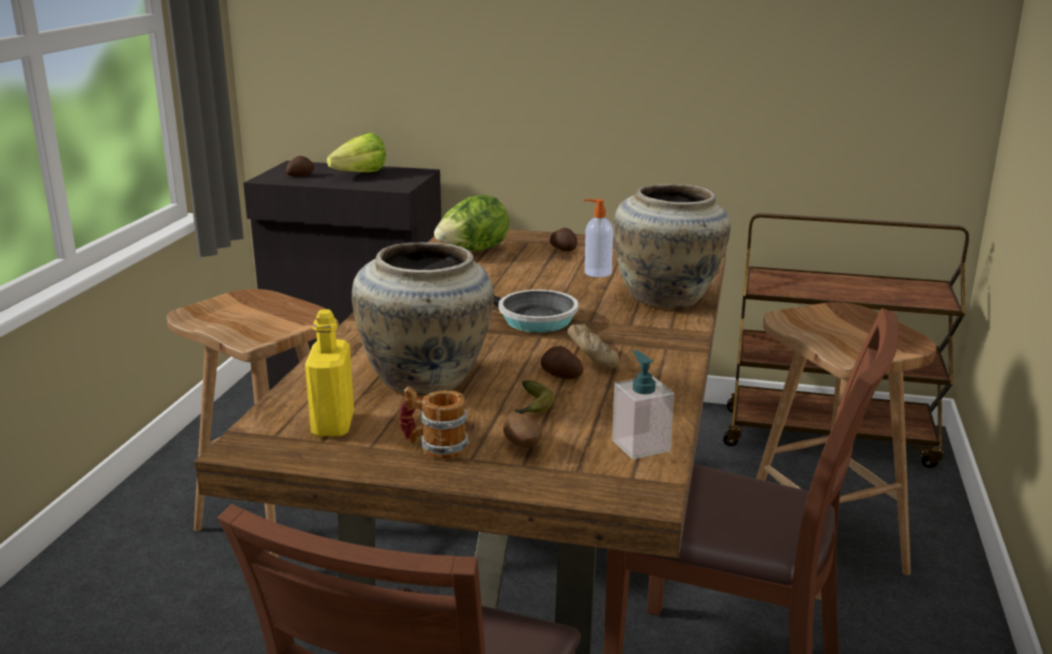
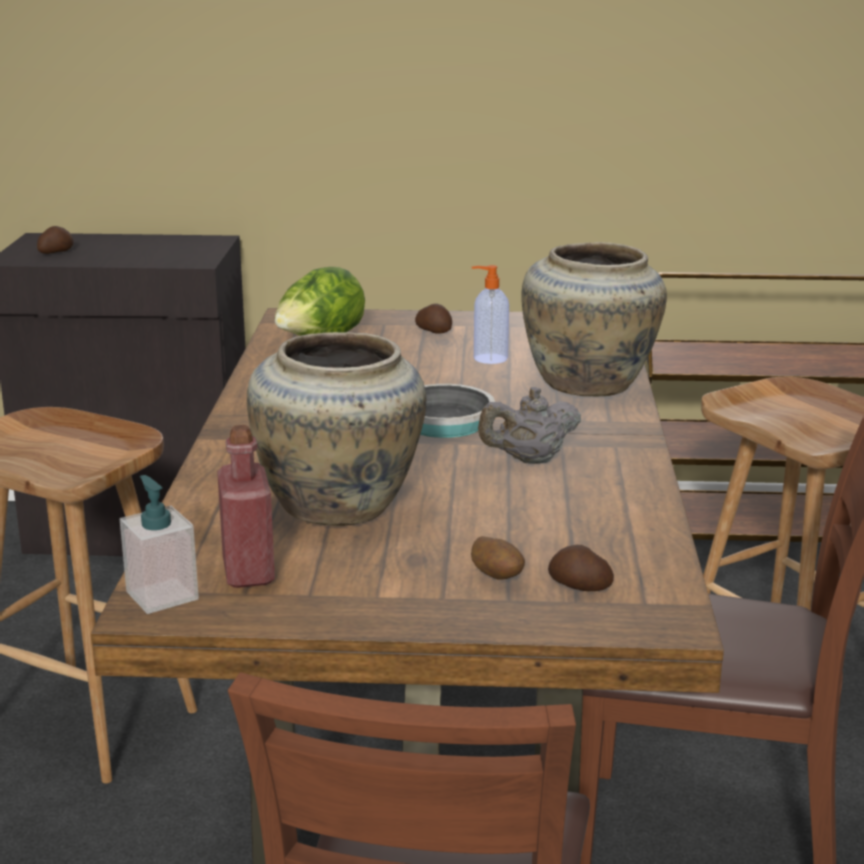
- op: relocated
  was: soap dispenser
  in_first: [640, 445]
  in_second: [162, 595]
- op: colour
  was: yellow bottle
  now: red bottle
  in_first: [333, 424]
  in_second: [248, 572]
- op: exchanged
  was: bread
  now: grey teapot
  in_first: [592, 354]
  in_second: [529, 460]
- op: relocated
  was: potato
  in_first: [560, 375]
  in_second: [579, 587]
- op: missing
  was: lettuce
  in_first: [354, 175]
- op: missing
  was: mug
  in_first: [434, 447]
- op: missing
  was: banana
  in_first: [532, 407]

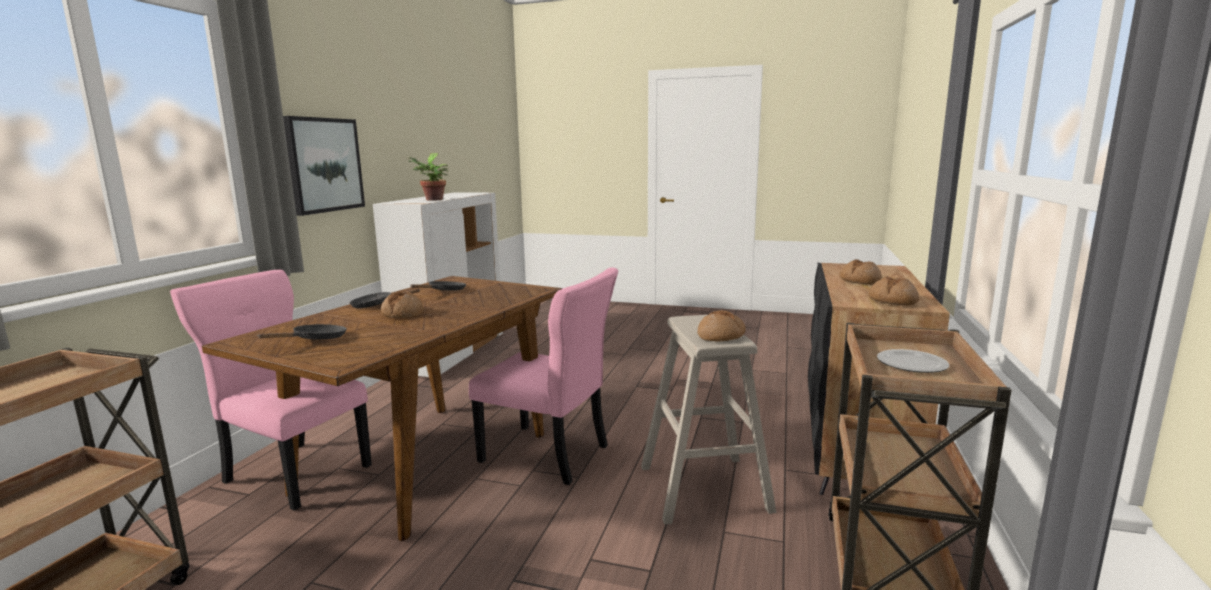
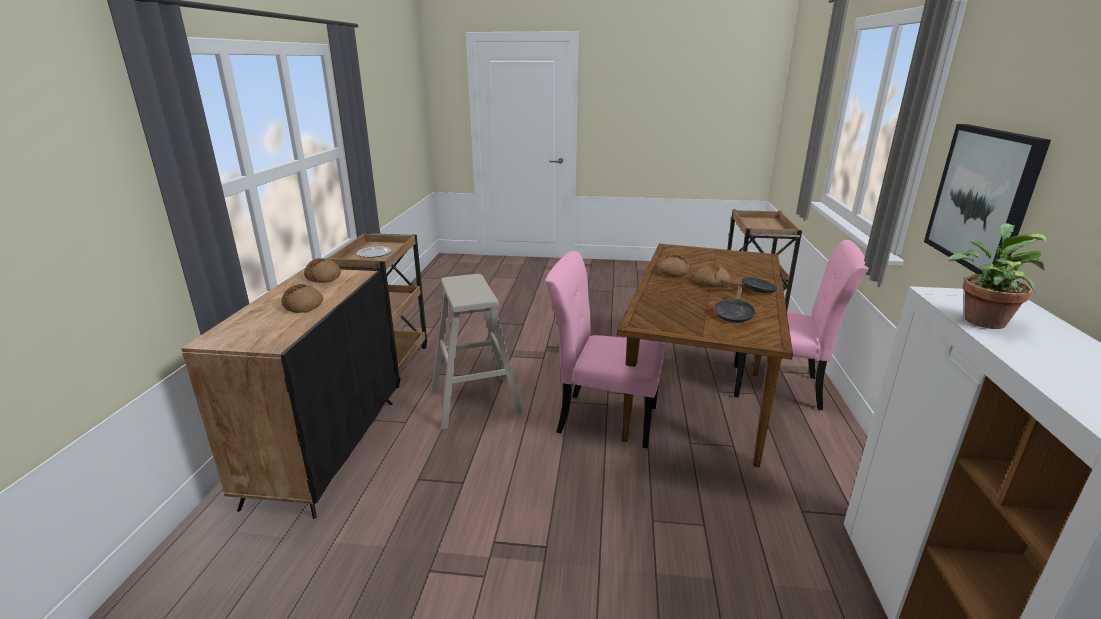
- op: relocated
  was: bread
  in_first: [721, 336]
  in_second: [673, 271]
- op: missing
  was: black frying pan
  in_first: [315, 340]

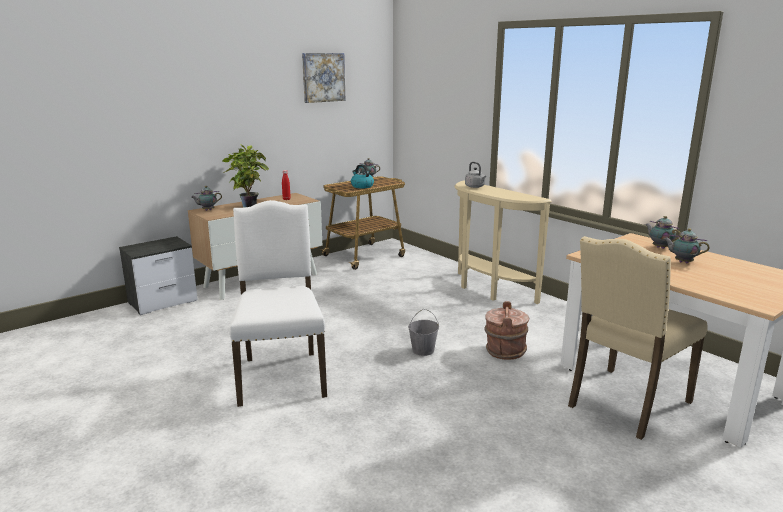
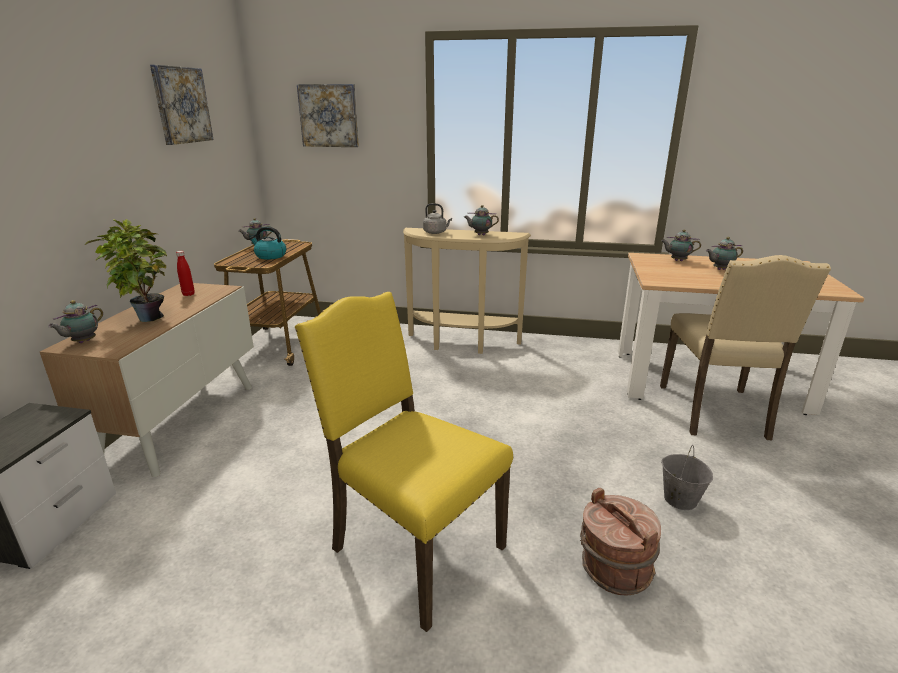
- op: colour
  was: white chair
  now: yellow chair
  in_first: [281, 375]
  in_second: [412, 548]
- op: appeared
  now: picture
  in_second: [329, 116]
- op: appeared
  now: teapot
  in_second: [480, 235]
- op: relocated
  was: brown bucket
  in_first: [504, 351]
  in_second: [614, 570]
- op: relocated
  was: grey bucket
  in_first: [423, 350]
  in_second: [679, 499]

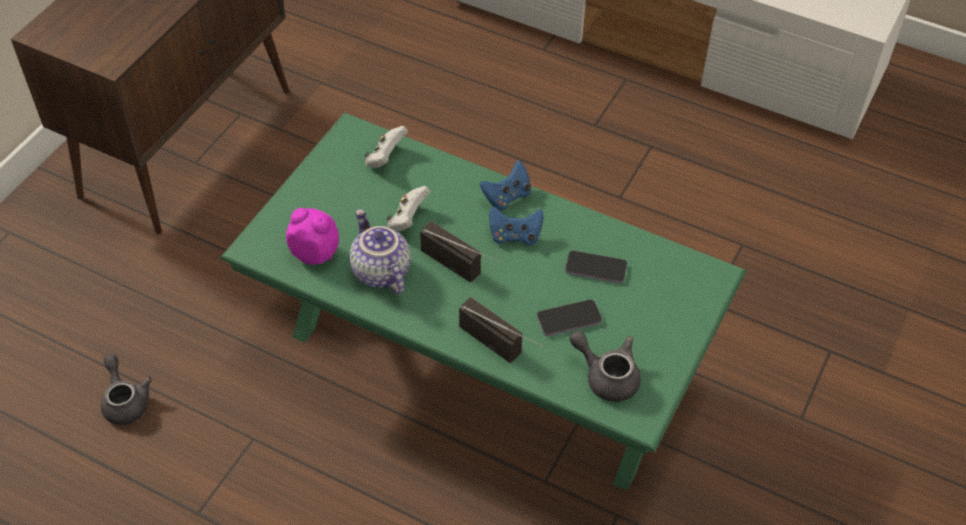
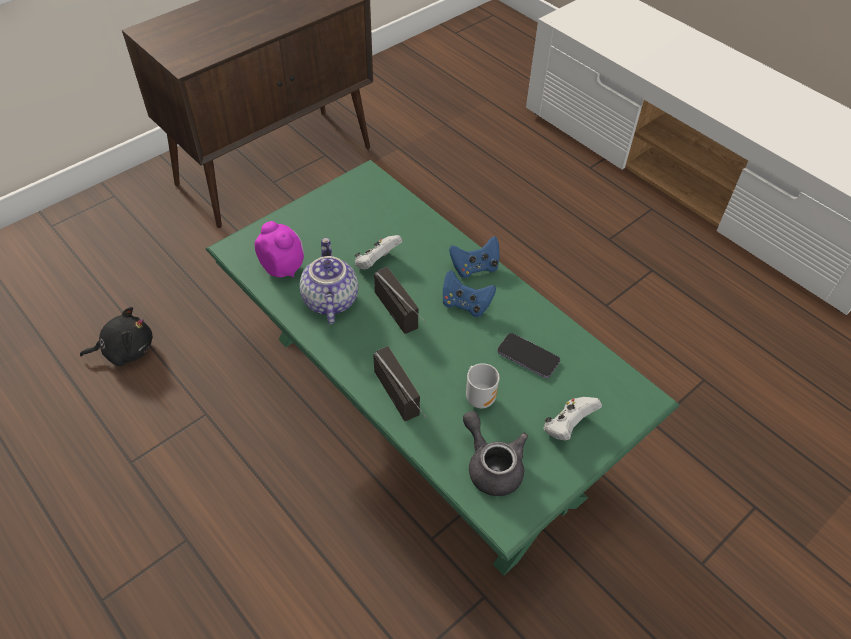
- op: exchanged
  was: grey teapot
  now: black plush toy
  in_first: [125, 401]
  in_second: [126, 350]
- op: exchanged
  was: phone
  now: mug
  in_first: [569, 319]
  in_second: [480, 397]
- op: relocated
  was: white game controller
  in_first: [385, 158]
  in_second: [567, 426]

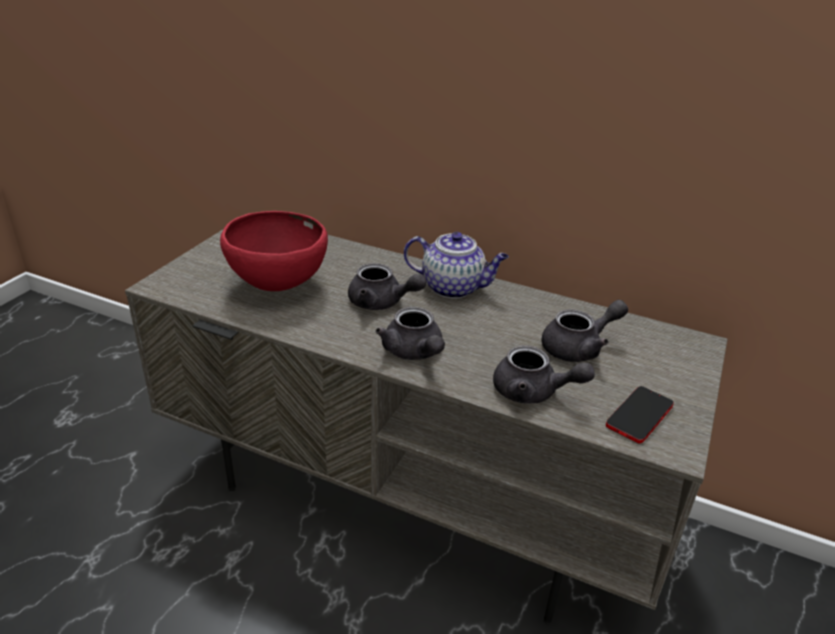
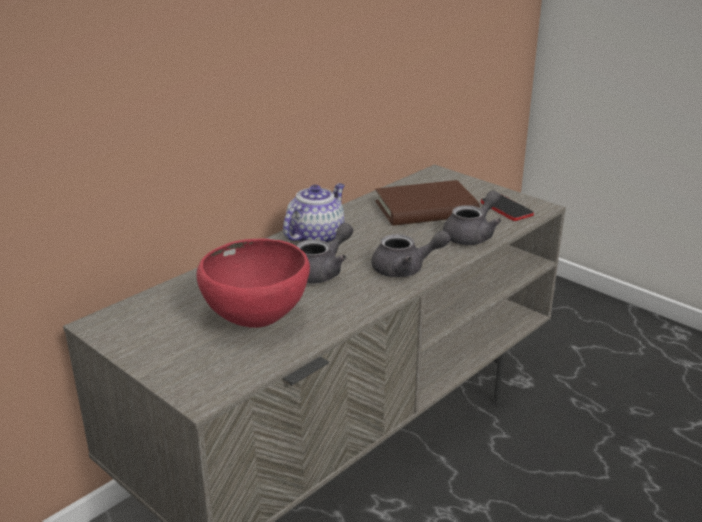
- op: exchanged
  was: grey teapot
  now: brown book
  in_first: [579, 348]
  in_second: [426, 209]

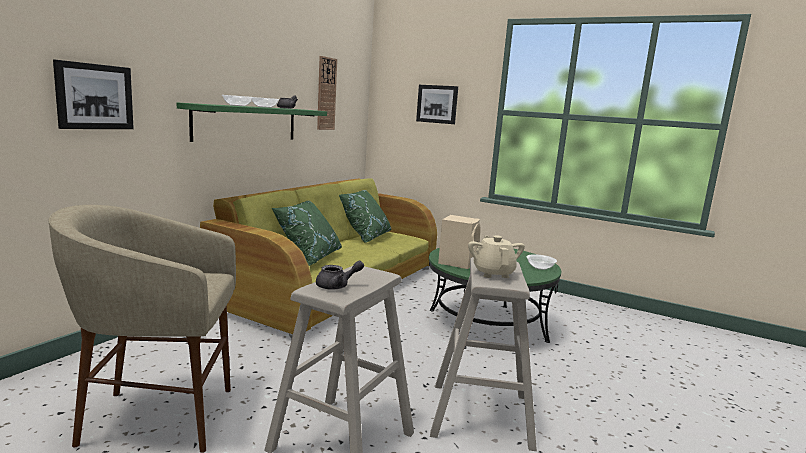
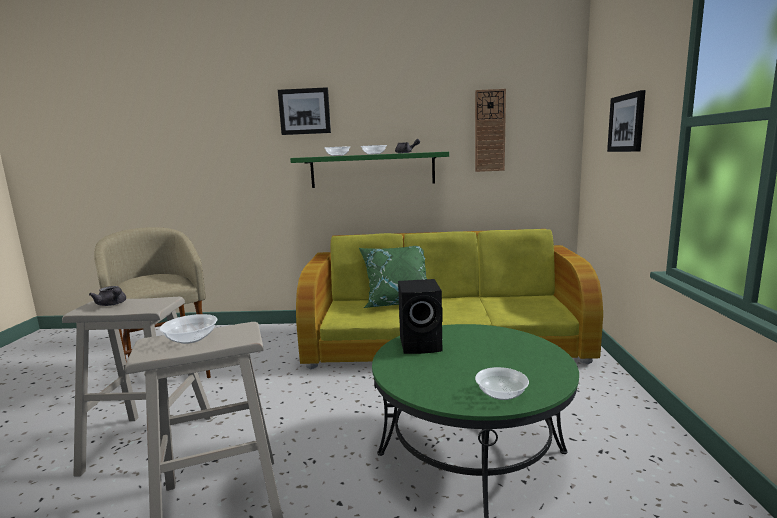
- op: exchanged
  was: beige teapot
  now: bowl
  in_first: [493, 273]
  in_second: [191, 339]
- op: relocated
  was: picture
  in_first: [94, 96]
  in_second: [304, 111]
- op: colour
  was: beige speaker
  now: black speaker
  in_first: [457, 263]
  in_second: [422, 344]
- op: missing
  was: green pillow
  in_first: [364, 237]

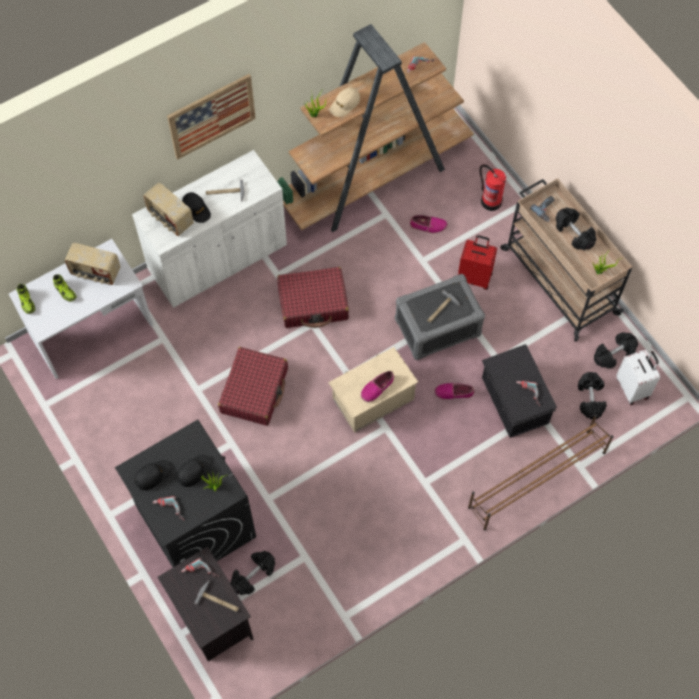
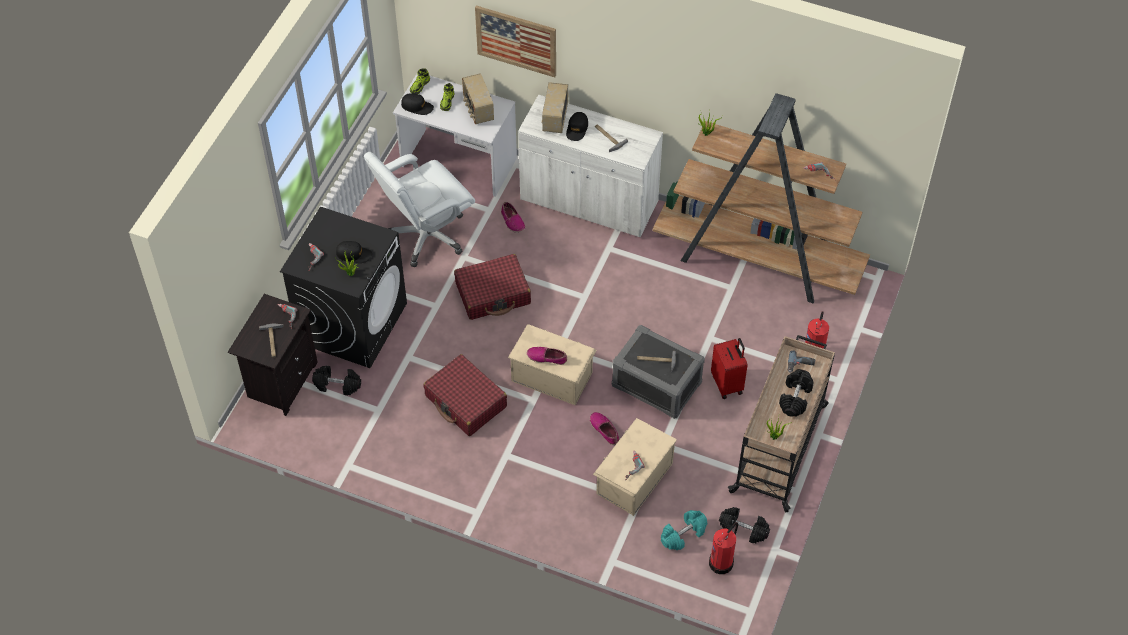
- op: appeared
  now: white office chair
  in_second: [426, 236]
- op: relocated
  was: black cap
  in_first: [153, 475]
  in_second: [417, 107]
- op: relocated
  was: red suitcase
  in_first: [313, 303]
  in_second: [466, 402]
- op: relocated
  was: picture
  in_first: [211, 116]
  in_second: [516, 40]
- op: relocated
  was: shoe
  in_first: [428, 226]
  in_second: [512, 221]
- op: colour
  was: black storage box
  now: beige storage box
  in_first: [514, 401]
  in_second: [633, 478]
- op: colour
  was: black dumbbell
  now: turquoise dumbbell
  in_first: [590, 399]
  in_second: [683, 535]
- op: exchanged
  was: white suitcase
  now: fire extinguisher
  in_first: [633, 388]
  in_second: [722, 562]
- op: missing
  was: beige cap
  in_first: [345, 104]
- op: missing
  was: brown shoe rack
  in_first: [536, 480]

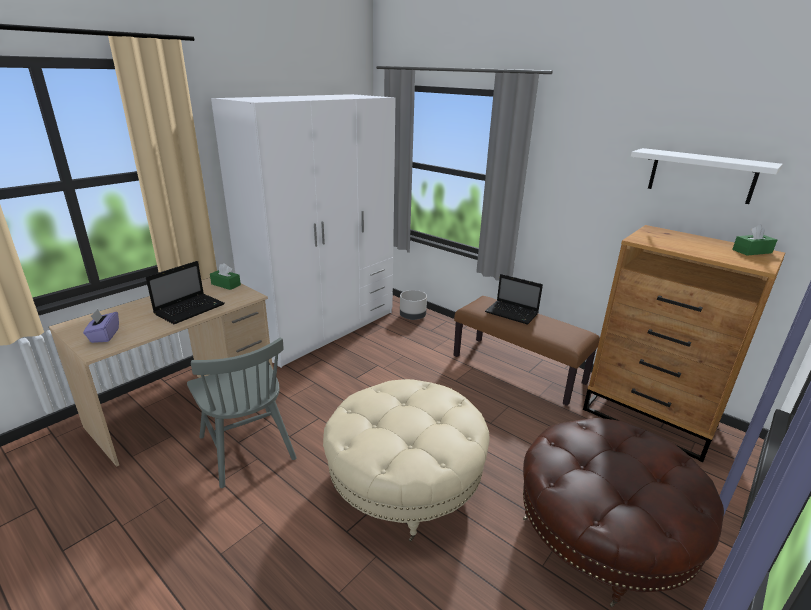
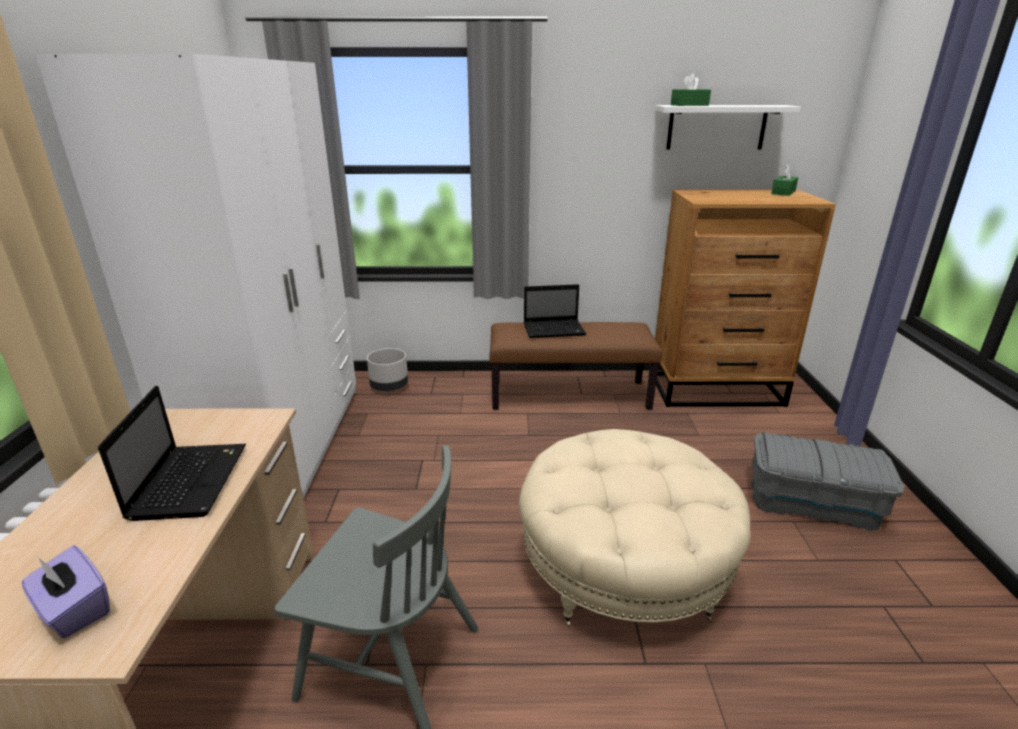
- op: relocated
  was: green tissue box
  in_first: [226, 284]
  in_second: [689, 105]
- op: exchanged
  was: brown ottoman
  now: grey storage box
  in_first: [602, 533]
  in_second: [812, 502]

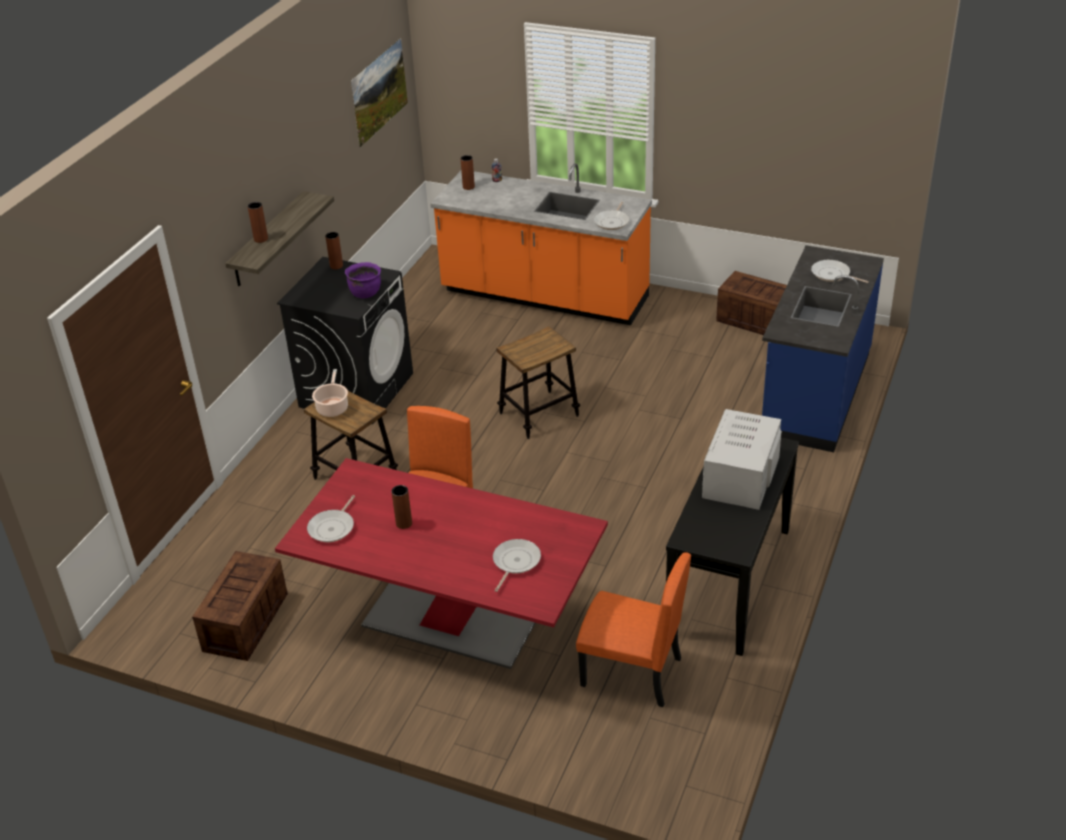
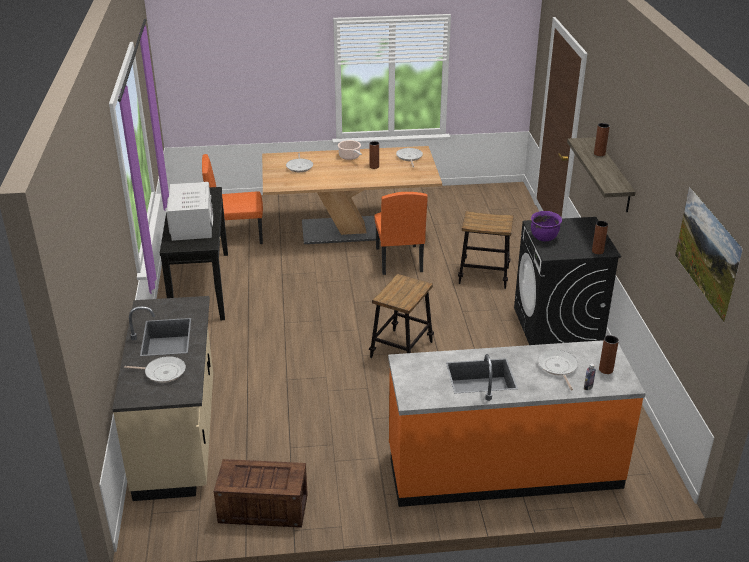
- op: colour
  was: blue counter
  now: beige counter
  in_first: [814, 393]
  in_second: [178, 437]
- op: colour
  was: red dining table
  now: beige dining table
  in_first: [451, 620]
  in_second: [350, 230]
- op: relocated
  was: cooking pot
  in_first: [332, 407]
  in_second: [350, 157]
- op: relocated
  was: frying pan
  in_first: [612, 222]
  in_second: [557, 367]
- op: missing
  was: crate
  in_first: [245, 623]

